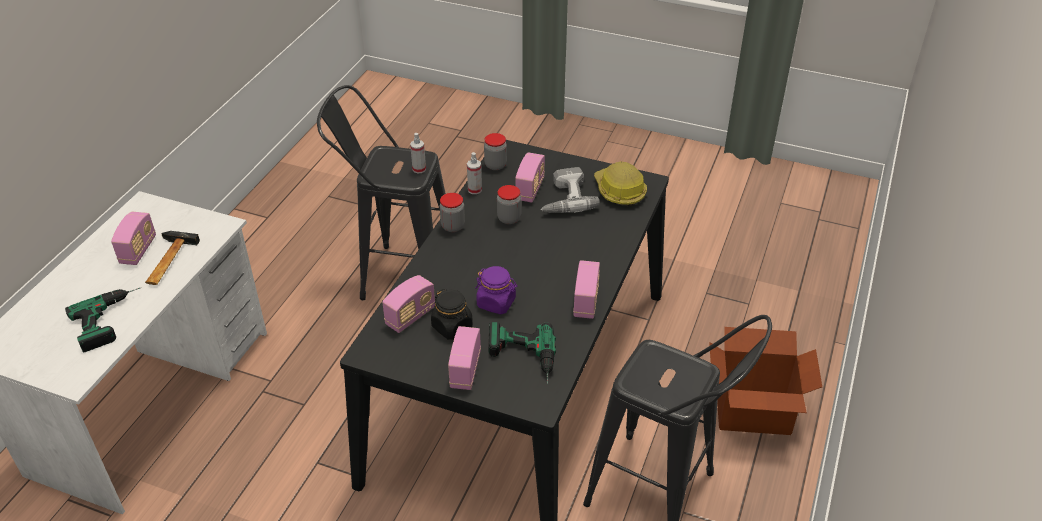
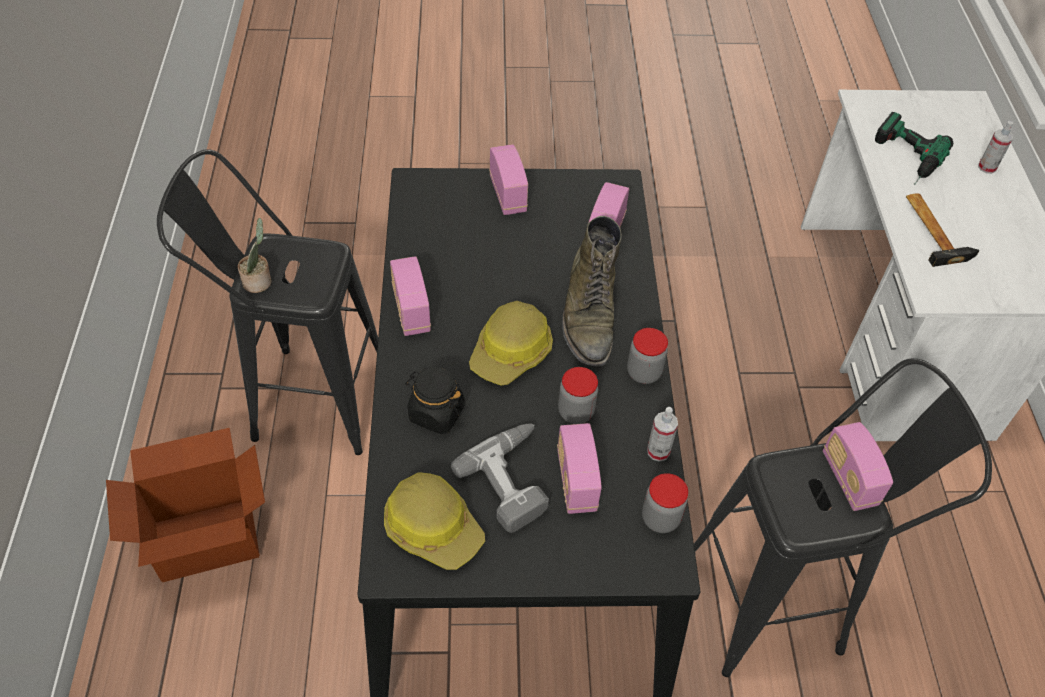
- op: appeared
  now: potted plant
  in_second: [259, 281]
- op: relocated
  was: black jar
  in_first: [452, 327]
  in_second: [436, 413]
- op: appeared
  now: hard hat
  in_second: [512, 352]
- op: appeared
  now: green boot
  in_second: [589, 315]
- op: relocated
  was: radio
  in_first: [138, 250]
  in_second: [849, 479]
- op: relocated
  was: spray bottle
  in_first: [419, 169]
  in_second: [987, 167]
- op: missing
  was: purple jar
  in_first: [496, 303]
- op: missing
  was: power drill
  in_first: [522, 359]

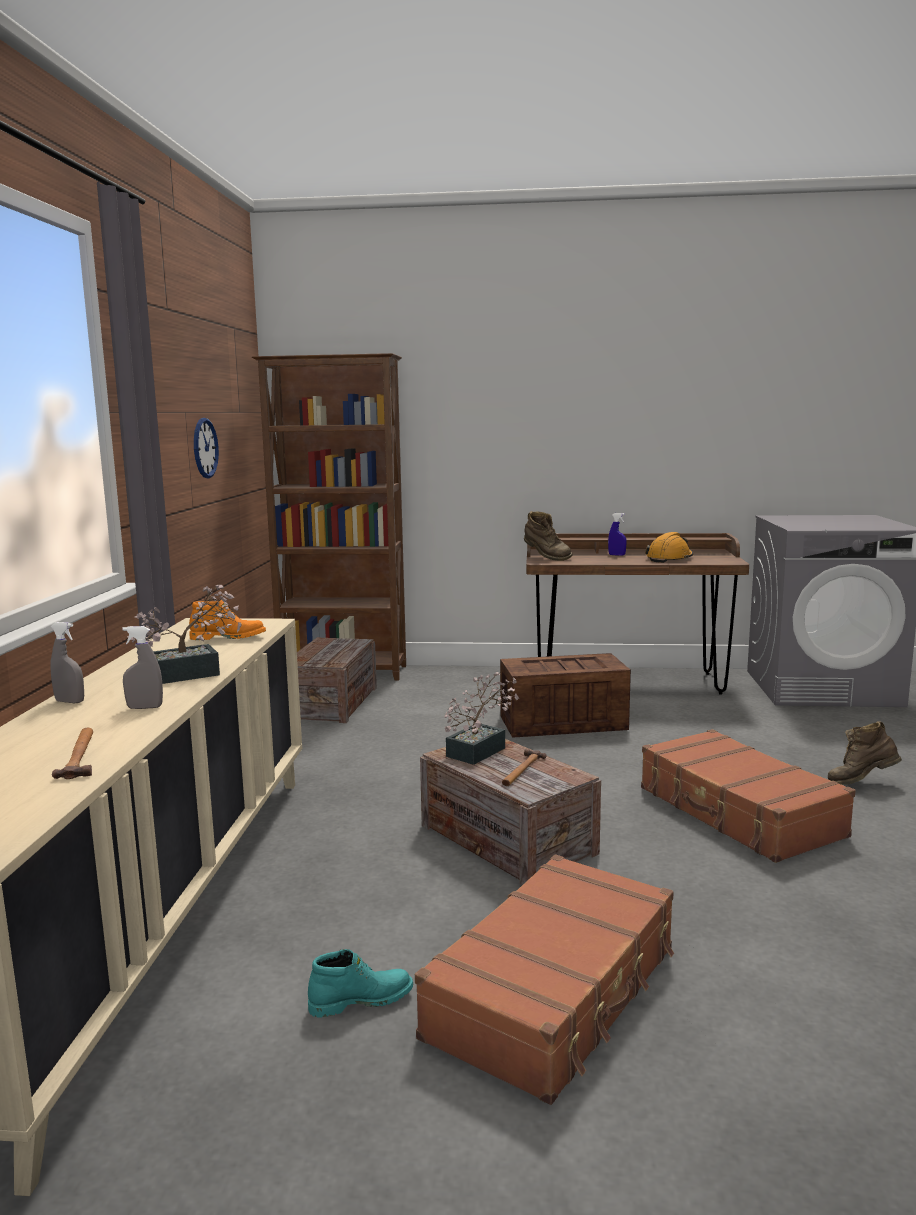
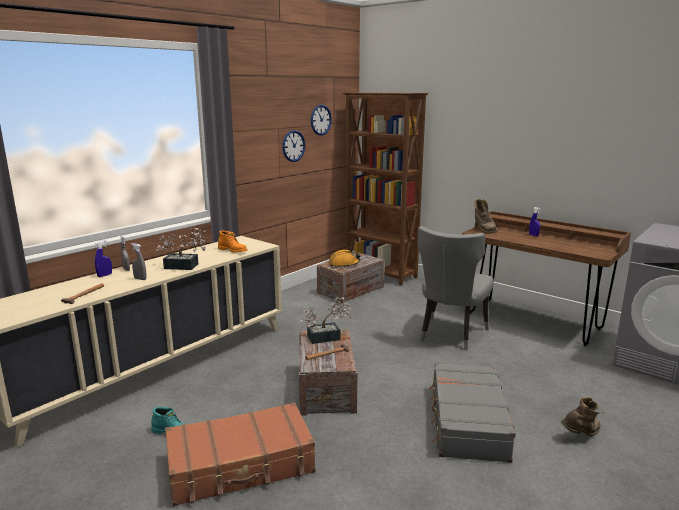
- op: appeared
  now: blue spray bottle
  in_second: [104, 275]
- op: appeared
  now: wall clock
  in_second: [320, 120]
- op: relocated
  was: orange hard hat
  in_first: [669, 559]
  in_second: [344, 264]
- op: exchanged
  was: crate
  now: grey chair
  in_first: [561, 723]
  in_second: [450, 335]
- op: colour
  was: brown suitcase
  now: grey suitcase
  in_first: [738, 812]
  in_second: [467, 421]
- op: spun
  was: brown boot
  in_first: [860, 783]
  in_second: [581, 435]
  clockwise: 120

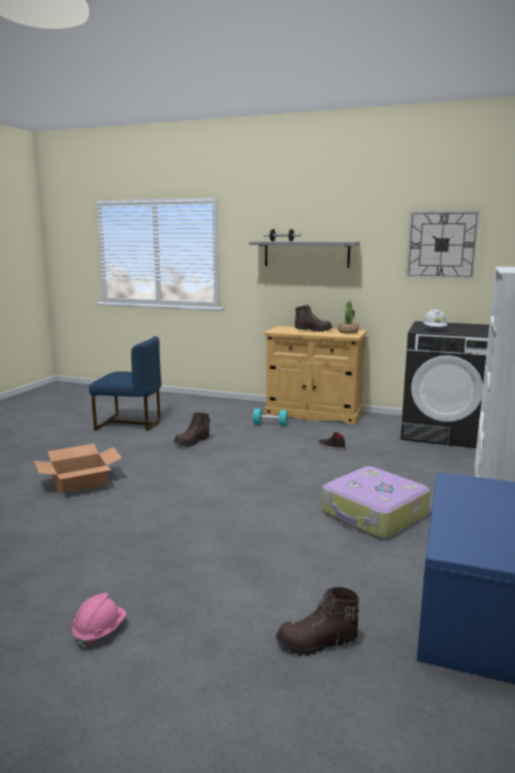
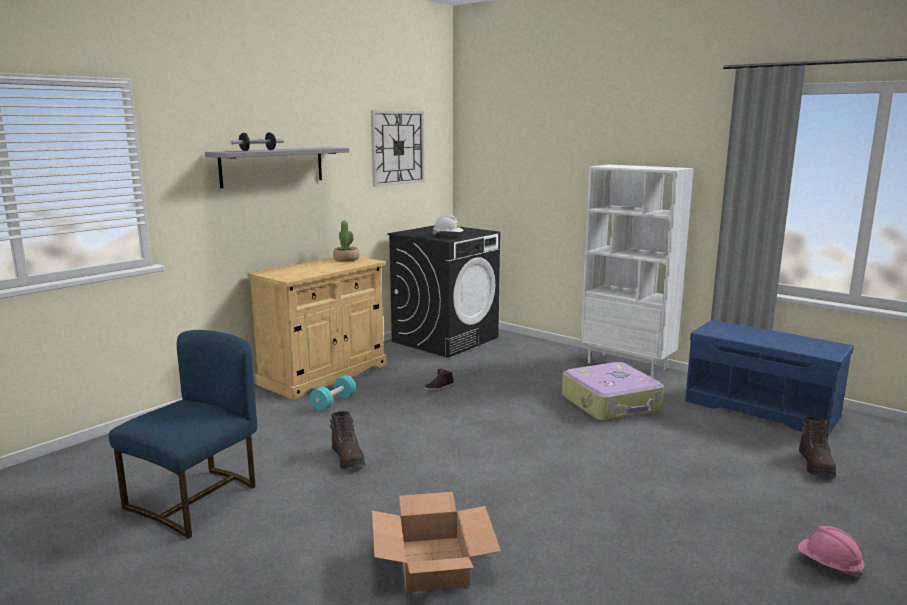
- op: missing
  was: brown boot
  in_first: [313, 330]

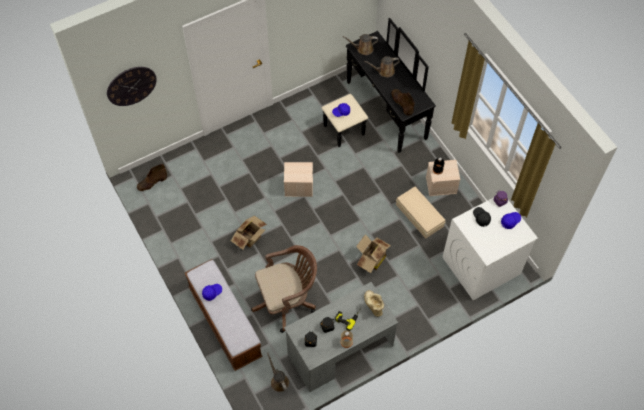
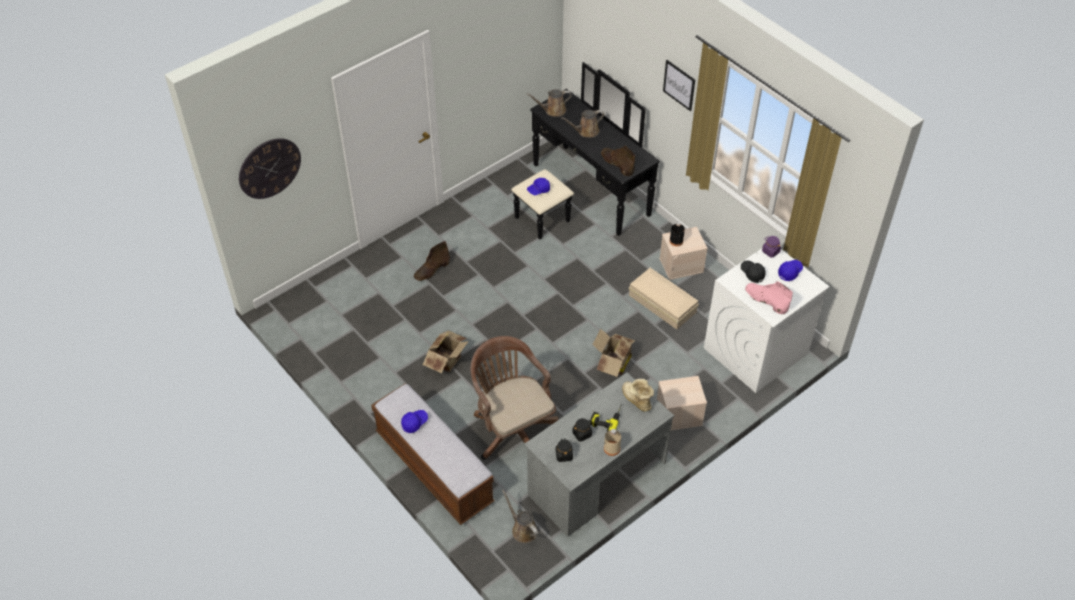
- op: relocated
  was: brown boot
  in_first: [152, 182]
  in_second: [431, 270]
- op: spun
  was: brown office chair
  in_first: [287, 301]
  in_second: [512, 429]
  clockwise: -90
- op: relocated
  was: beige storage box
  in_first: [298, 187]
  in_second: [678, 415]
- op: appeared
  now: picture
  in_second: [679, 85]
- op: appeared
  now: pink boot
  in_second: [766, 300]

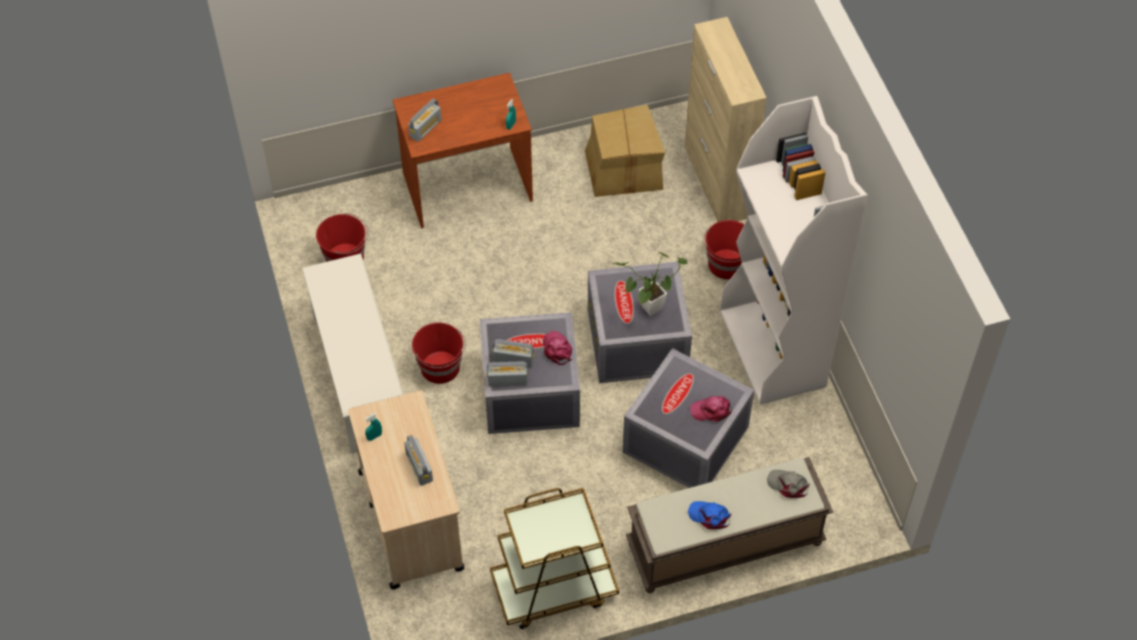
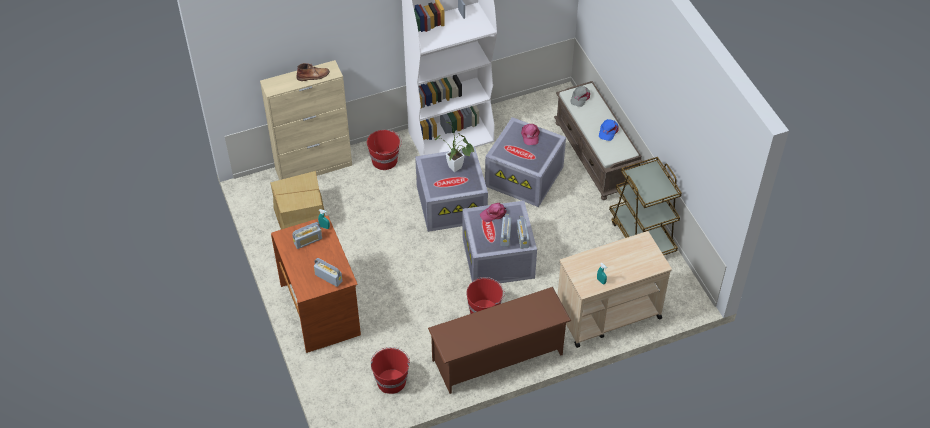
- op: relocated
  was: radio
  in_first: [419, 467]
  in_second: [308, 241]
- op: appeared
  now: brown boot
  in_second: [313, 75]
- op: colour
  was: white shoe rack
  now: brown shoe rack
  in_first: [360, 377]
  in_second: [498, 357]

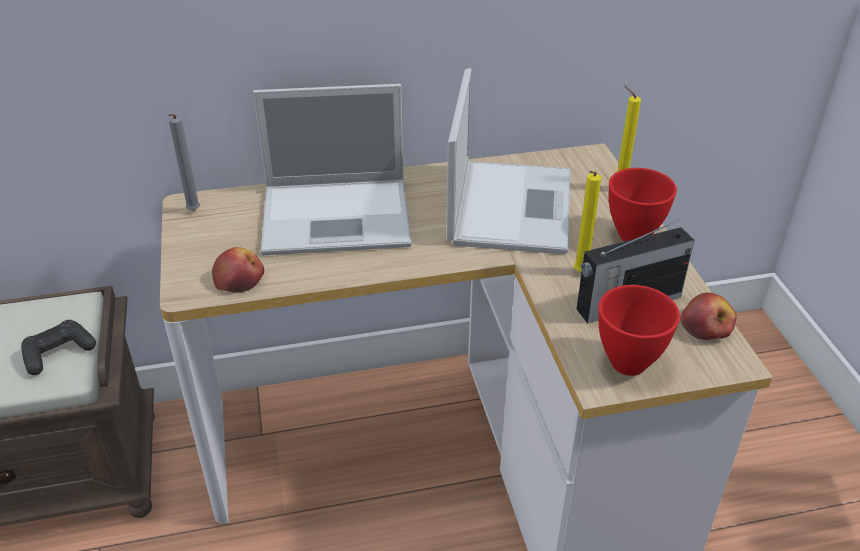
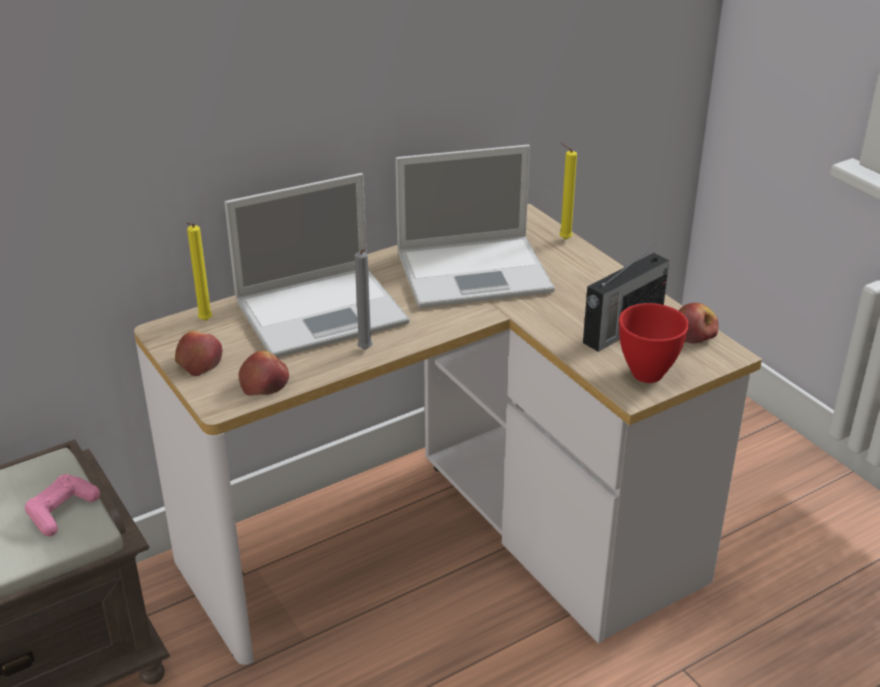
- op: colour
  was: black game controller
  now: pink game controller
  in_first: [58, 353]
  in_second: [62, 511]
- op: appeared
  now: apple
  in_second: [199, 361]
- op: relocated
  was: yellow candle
  in_first: [579, 273]
  in_second: [204, 322]
- op: relocated
  was: grey candle
  in_first: [193, 212]
  in_second: [365, 350]
- op: spun
  was: laptop
  in_first: [510, 205]
  in_second: [476, 271]
  clockwise: 90
- op: missing
  was: red bowl
  in_first: [633, 234]

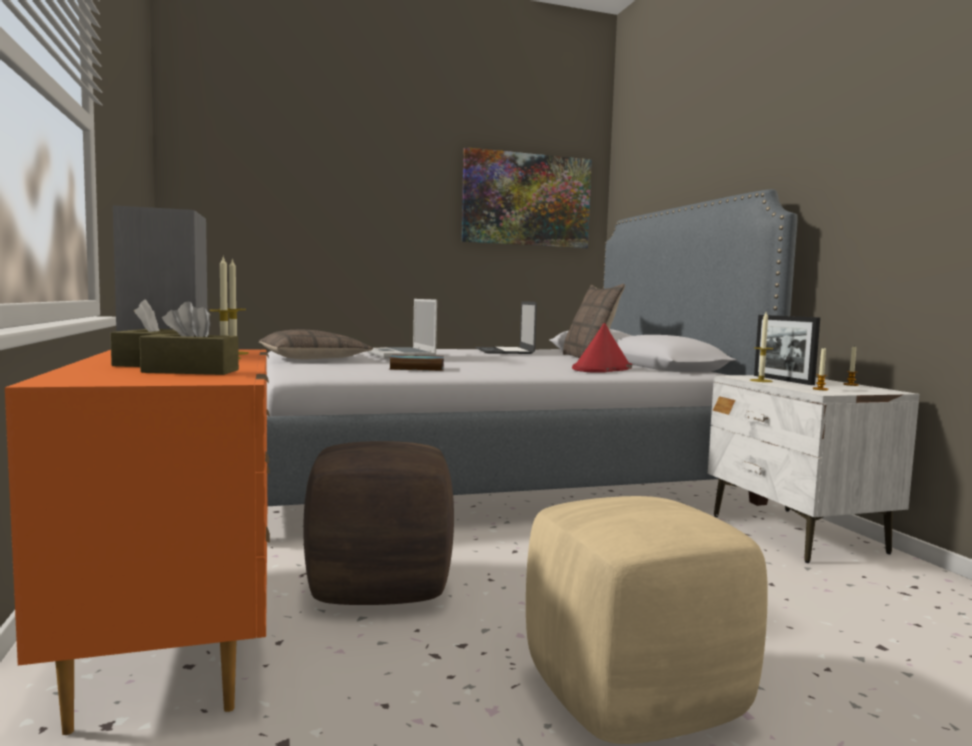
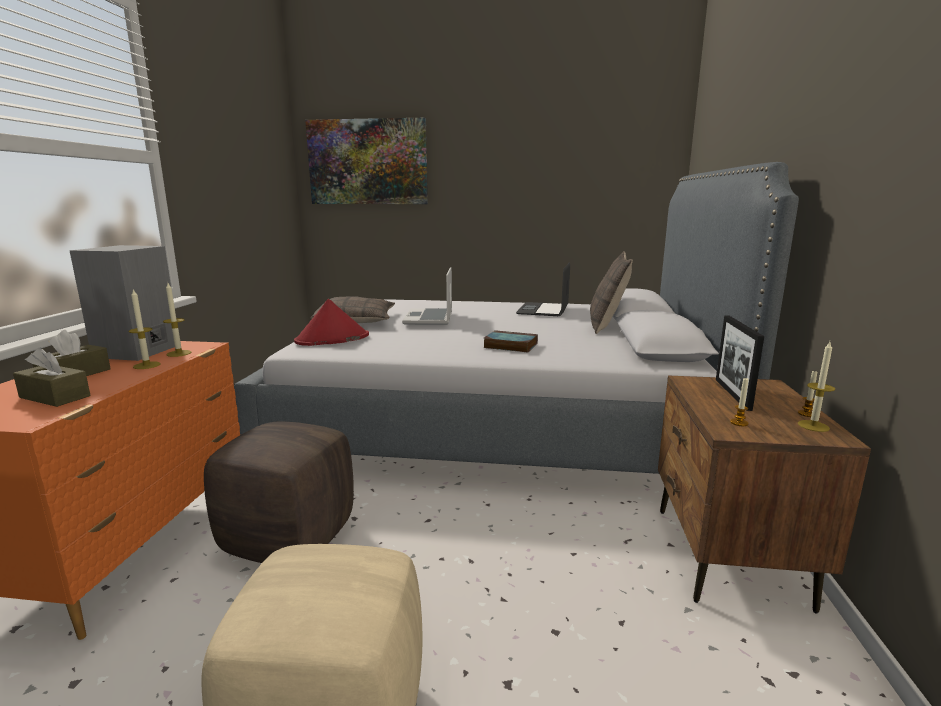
- op: relocated
  was: red hat
  in_first: [602, 369]
  in_second: [332, 339]
- op: relocated
  was: picture
  in_first: [526, 200]
  in_second: [368, 162]
- op: relocated
  was: book
  in_first: [415, 368]
  in_second: [509, 345]
- op: colour
  was: white nightstand
  now: brown nightstand
  in_first: [796, 534]
  in_second: [727, 556]
- op: relocated
  was: candle
  in_first: [761, 381]
  in_second: [813, 426]

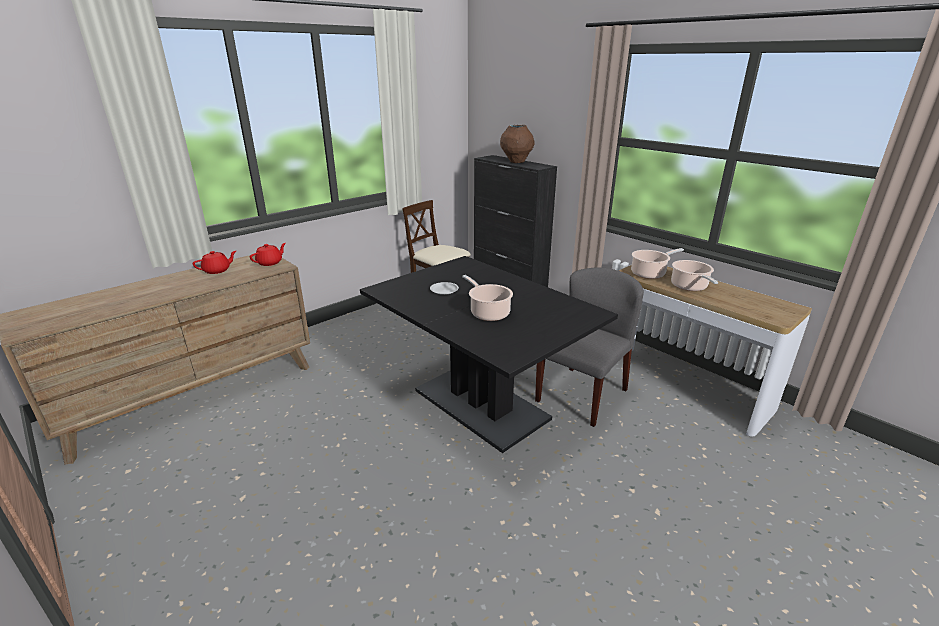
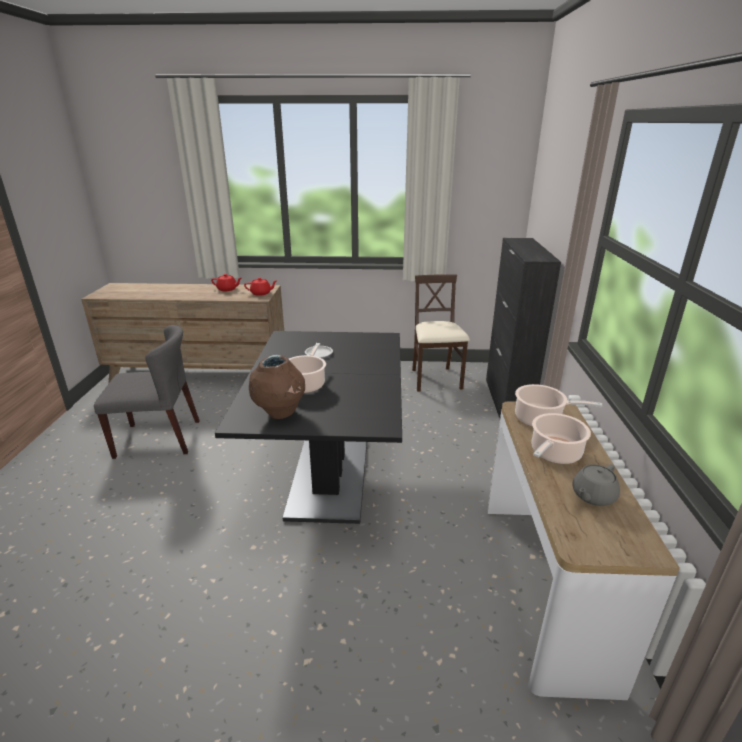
- op: relocated
  was: grey chair
  in_first: [581, 394]
  in_second: [159, 438]
- op: relocated
  was: brown vase
  in_first: [516, 162]
  in_second: [280, 413]
- op: appeared
  now: grey teapot
  in_second: [592, 496]

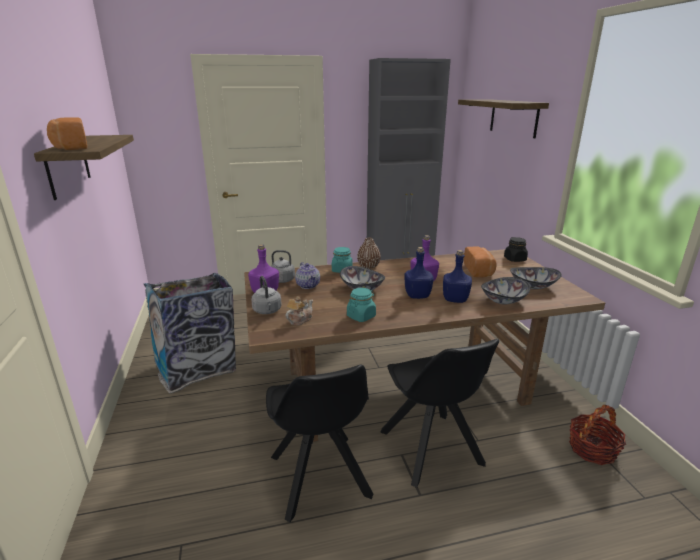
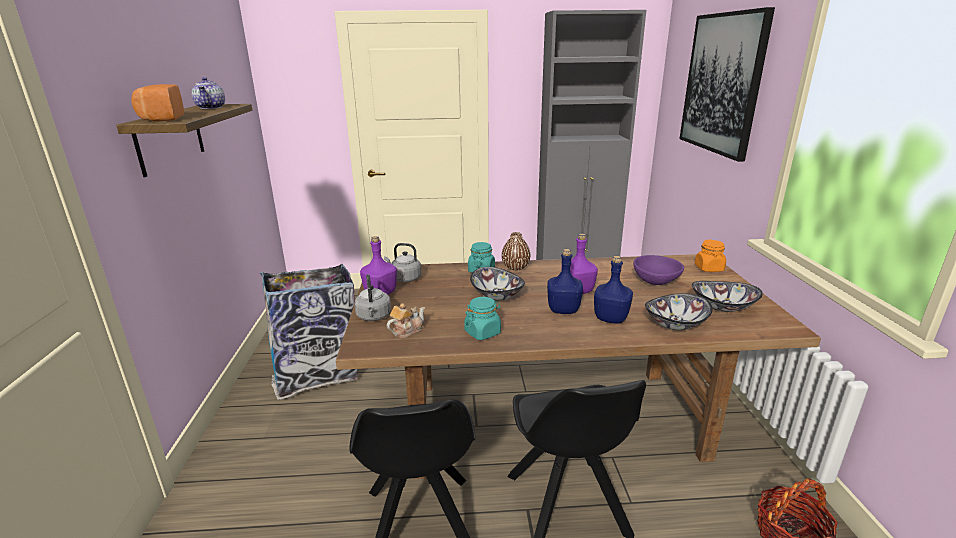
- op: relocated
  was: teapot
  in_first: [308, 285]
  in_second: [211, 107]
- op: exchanged
  was: bread
  now: purple bowl
  in_first: [479, 271]
  in_second: [655, 281]
- op: exchanged
  was: shelf
  now: picture
  in_first: [513, 117]
  in_second: [722, 83]
- op: colour
  was: black jar
  now: orange jar
  in_first: [515, 259]
  in_second: [709, 268]

